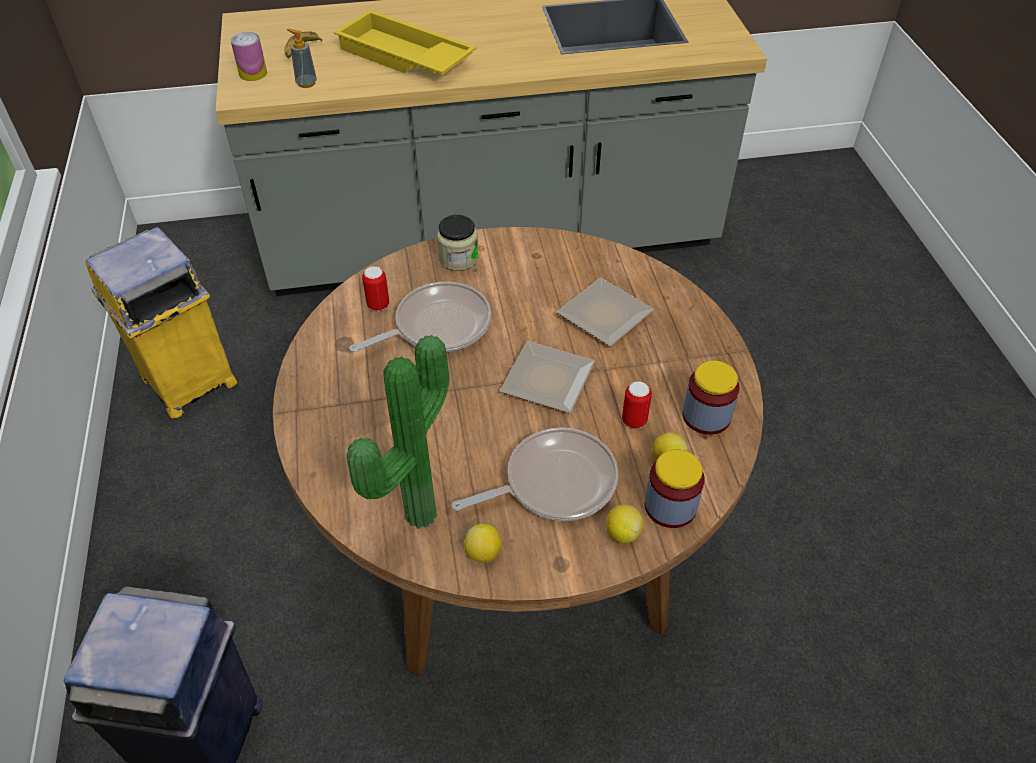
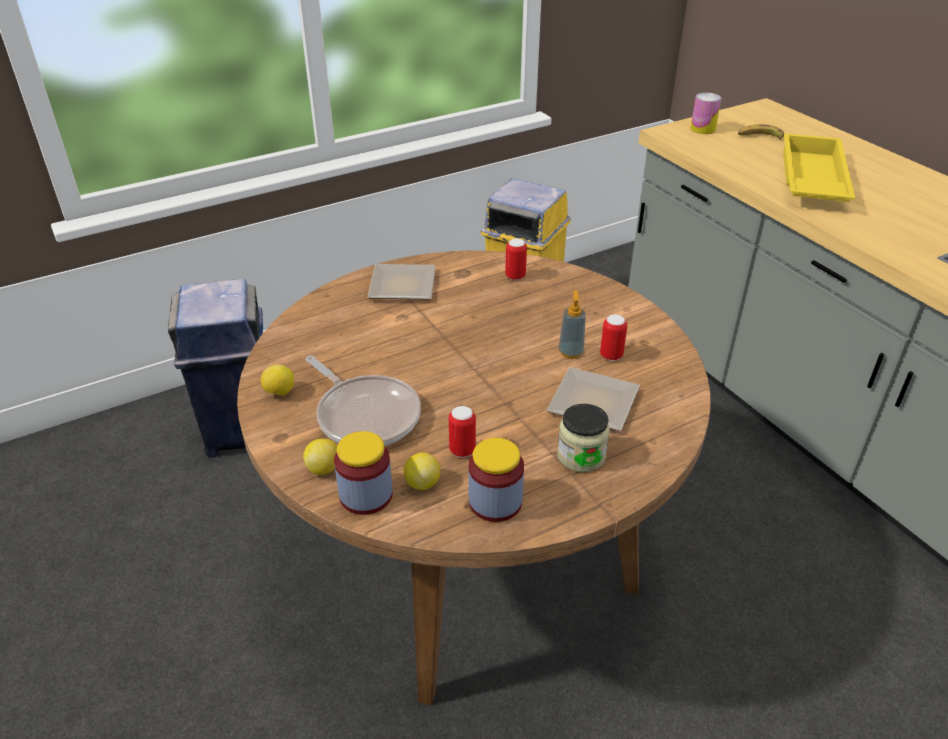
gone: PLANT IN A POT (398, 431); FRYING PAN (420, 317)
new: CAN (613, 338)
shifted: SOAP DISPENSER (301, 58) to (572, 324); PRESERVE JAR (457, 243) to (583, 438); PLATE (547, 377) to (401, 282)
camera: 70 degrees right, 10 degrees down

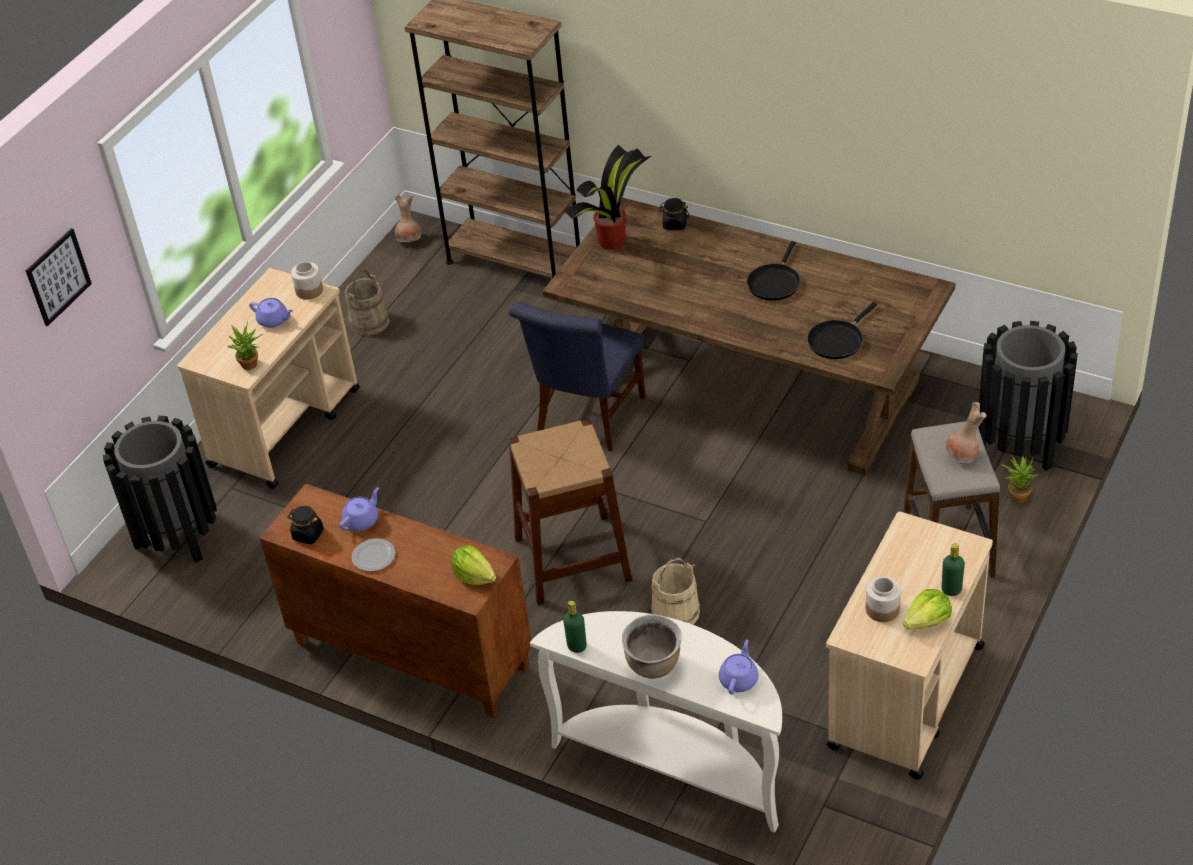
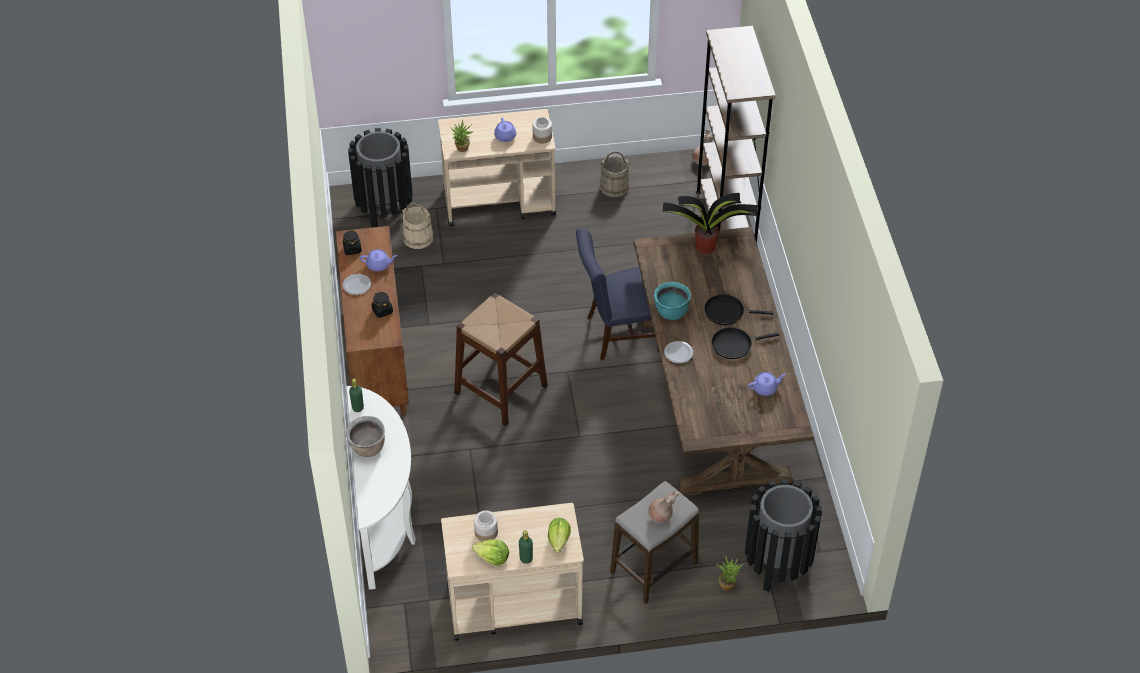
gone: WALL PICTURE (59, 277)
new: BLUE-GREEN STOCKPOT (672, 301); PLATE (678, 352)
shifted: LETTUCE (473, 565) to (559, 535); SAND-COLOURED BUCKET (675, 591) to (417, 226); BLACKISH PRESERVE JAR (674, 214) to (382, 305); PURPLE-COLOURED TEA POT (739, 666) to (767, 384); BLACKISH FRYING PAN (842, 330) to (738, 309)
camera: 50 degrees right, 5 degrees up

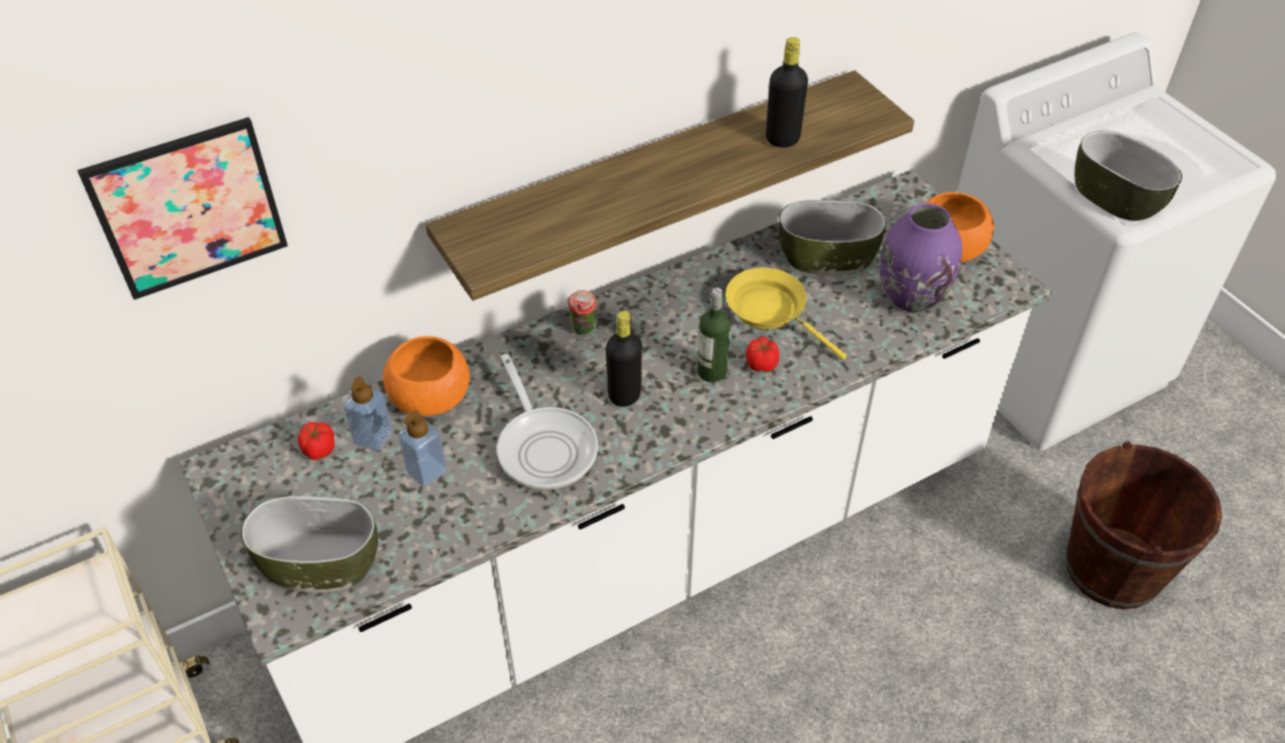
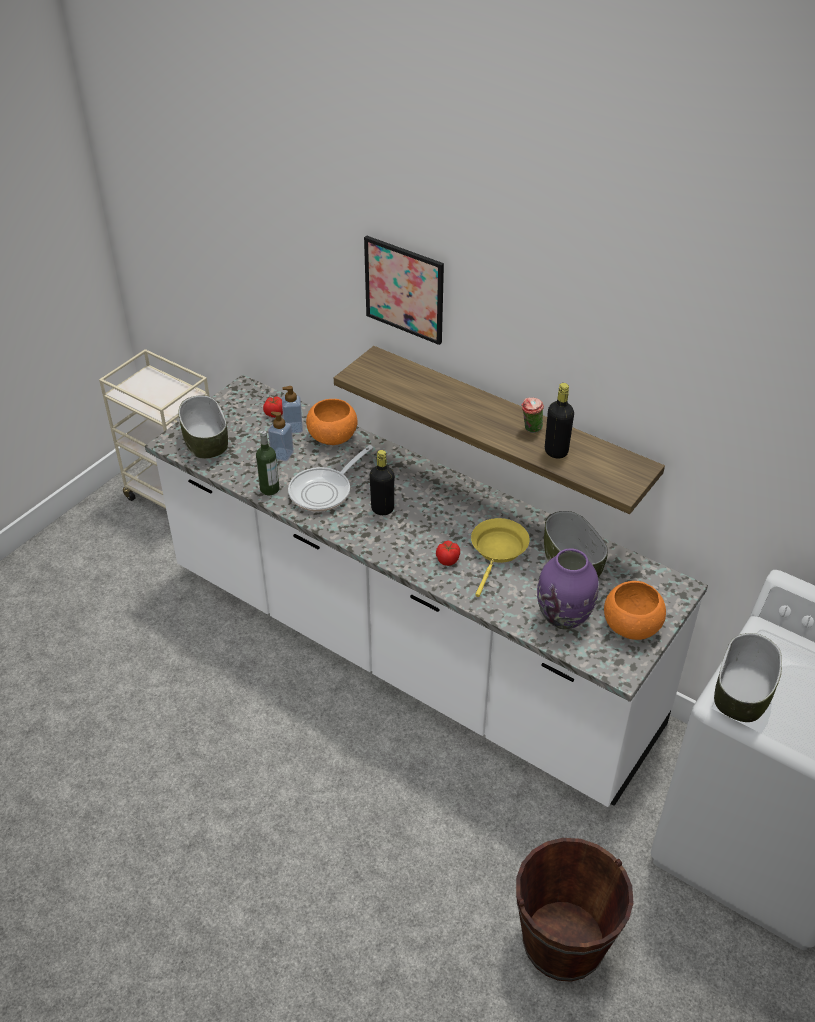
shifted: WALL PICTURE (182, 208) to (404, 290); DRINKING CUP (582, 312) to (532, 415); BOTTLE (714, 335) to (267, 462)
camera: 65 degrees right, 5 degrees down

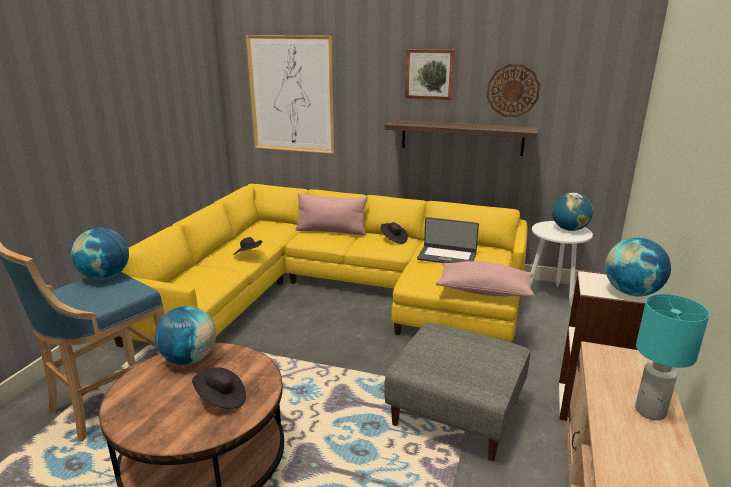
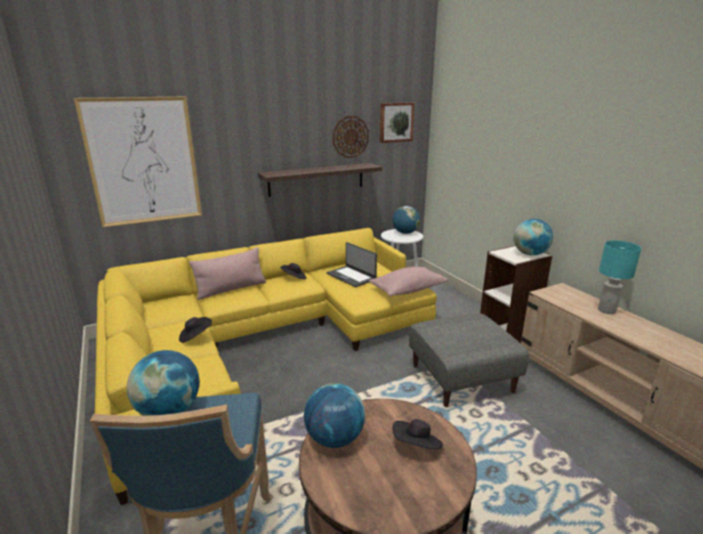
shifted: WALL PICTURE (430, 74) to (397, 122)
rotated: PORTABLE COMPUTER (448, 240) = (352, 264) 75 degrees clockwise
camera: 45 degrees left, 0 degrees up

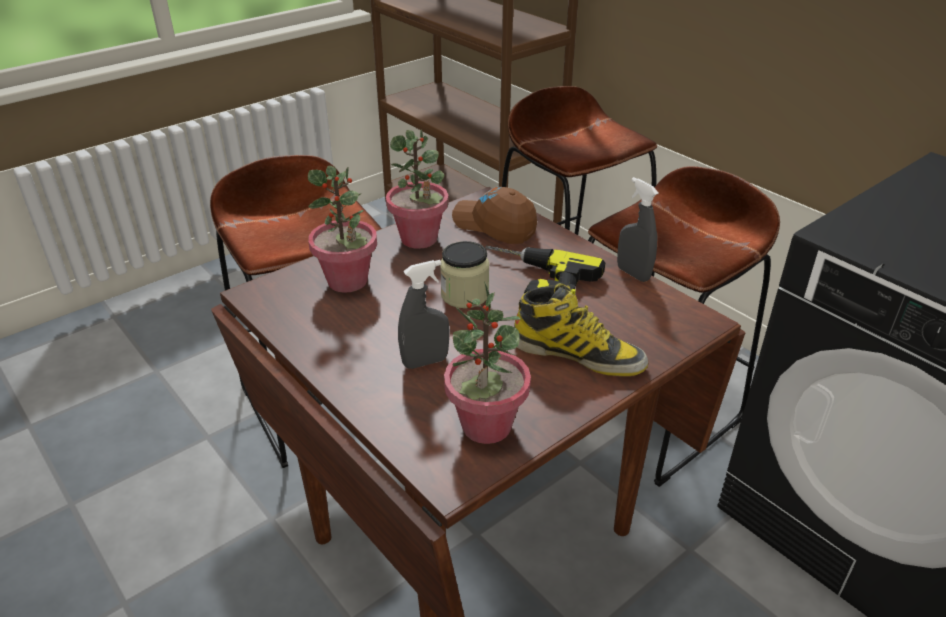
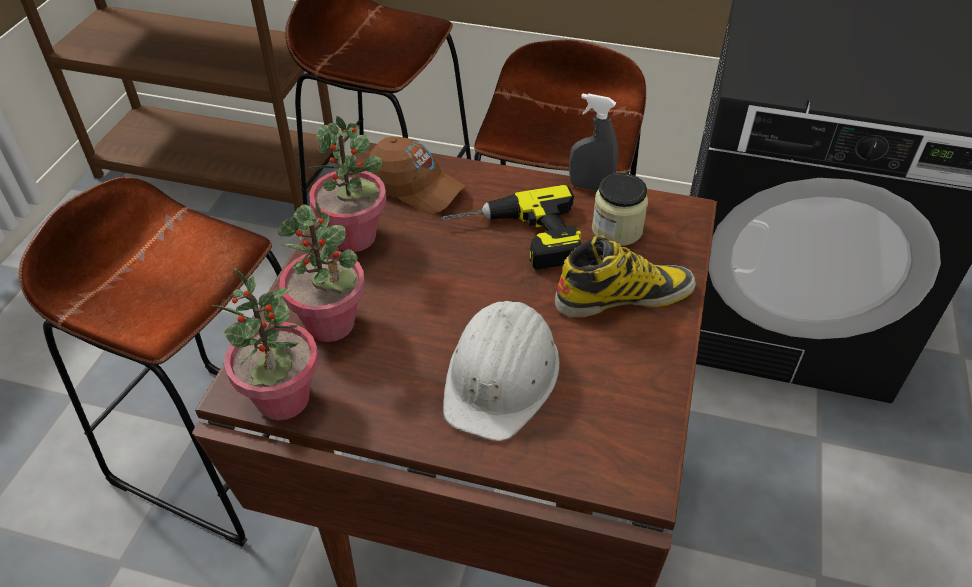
shifted: PRESERVE JAR (464, 274) to (620, 209); PLANT IN A POT (487, 362) to (265, 344)
swapped: GREYISH SPRAY BOTTLE (424, 314) to WHITISH WORK HELMET (501, 371)
rotated: BROWN-COLOURED BASEBALL CAP (494, 215) = (417, 175) 150 degrees counterclockwise
camera: 35 degrees left, 10 degrees up

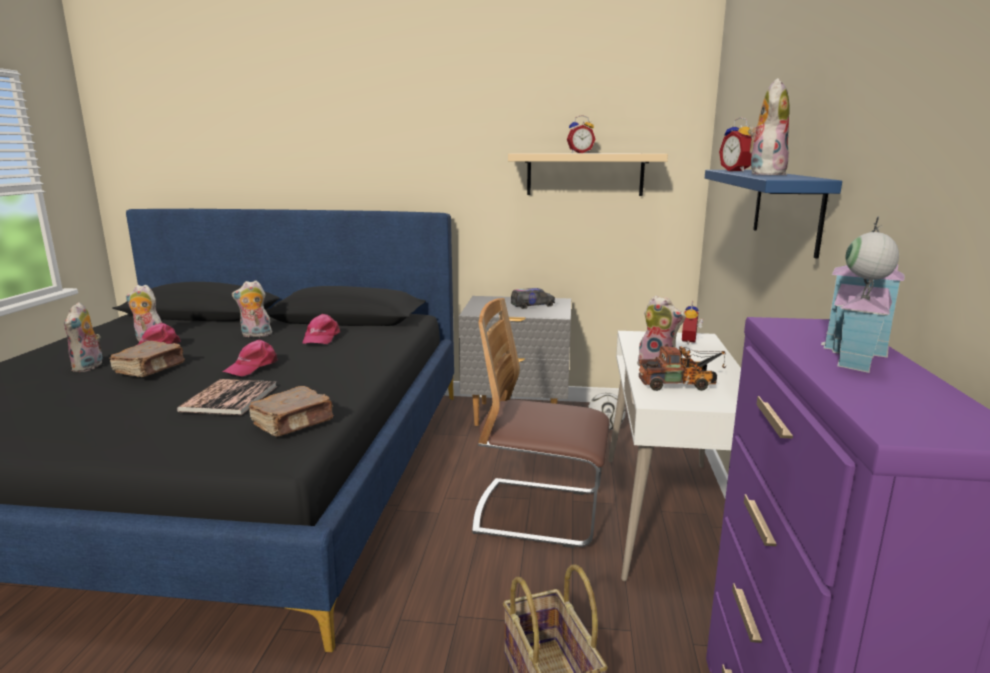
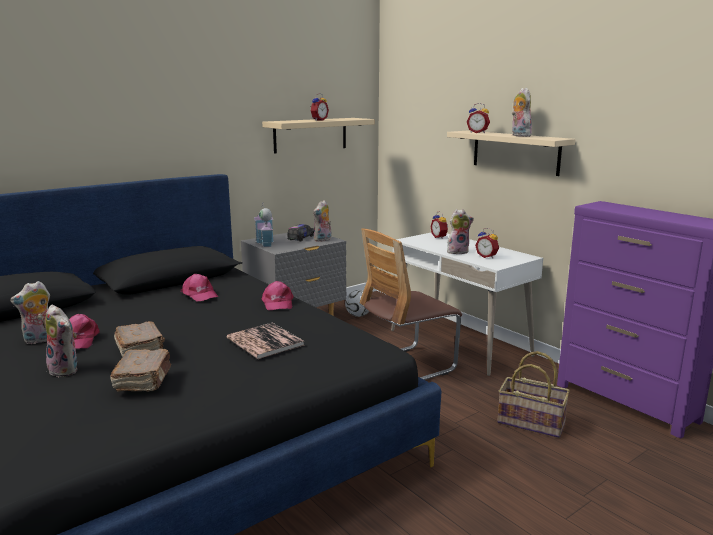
shifted: PINK-COLOURED BASEBALL CAP (250, 357) to (278, 295); CUDDLY TOY (252, 308) to (322, 221); BROWN-COLOURED VOLUME (291, 411) to (140, 370); MODEL HOUSE (863, 295) to (264, 225)
swapped: TOY TRUCK (682, 368) to ALARM CLOCK (487, 243)
repainted: BLUISH SHELF (773, 214) to SAND-COLOURED SHELF (511, 153)
camera: 45 degrees left, 0 degrees up

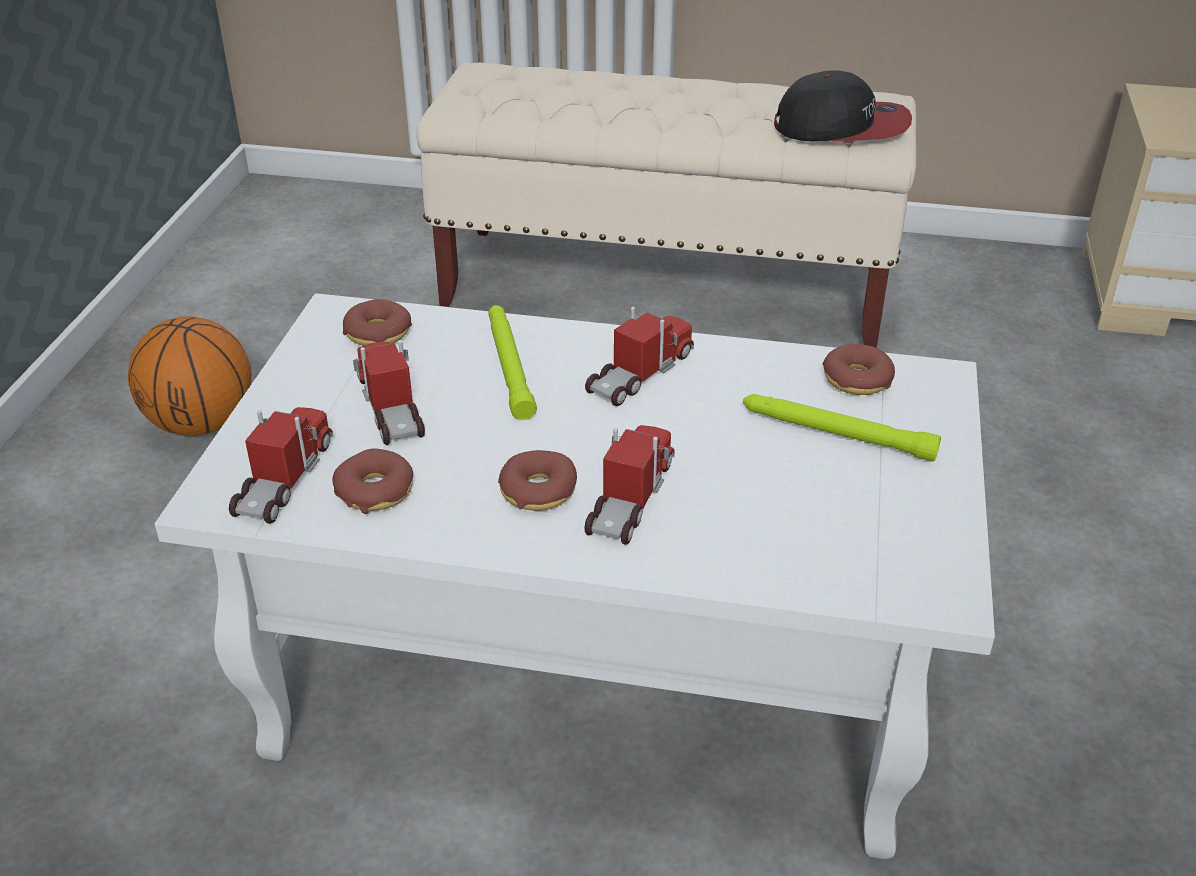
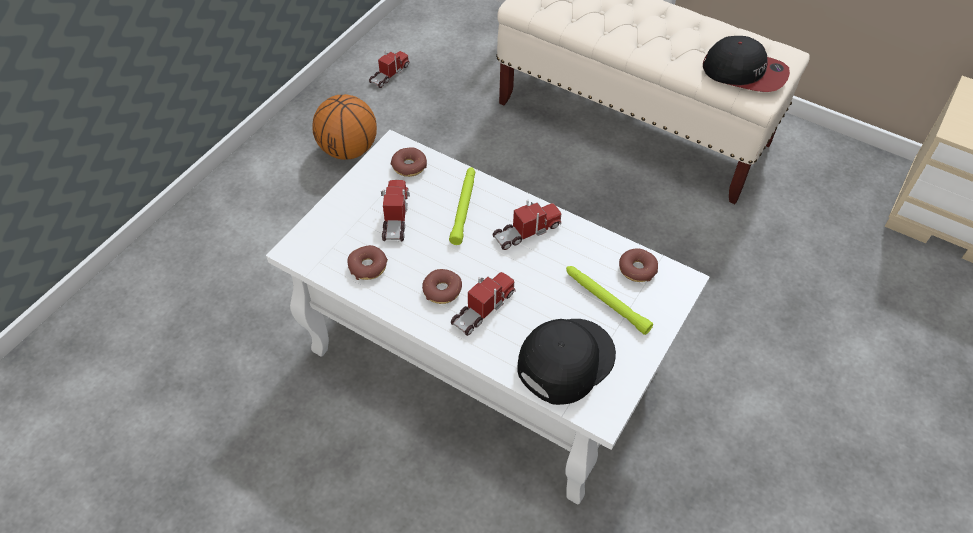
new: BLACKISH BASEBALL CAP (567, 362)
shifted: TOY TRUCK (281, 465) to (389, 69)
camera: 20 degrees right, 15 degrees up

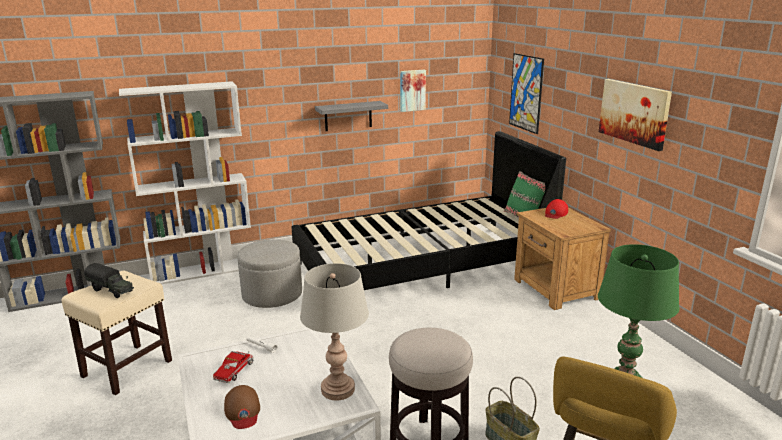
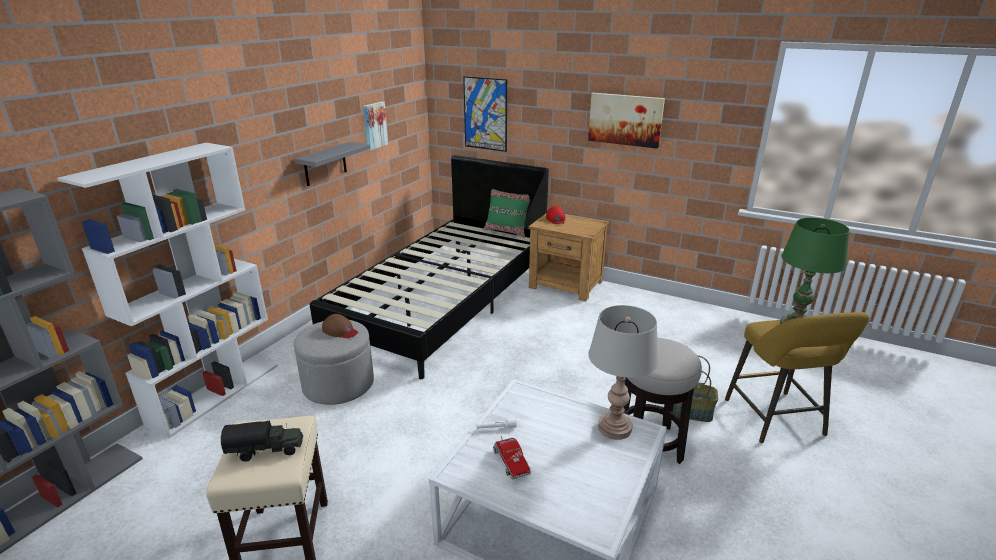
shifted: BROWN-COLOURED BASEBALL CAP (242, 407) to (340, 326)
camera: 40 degrees left, 5 degrees up

